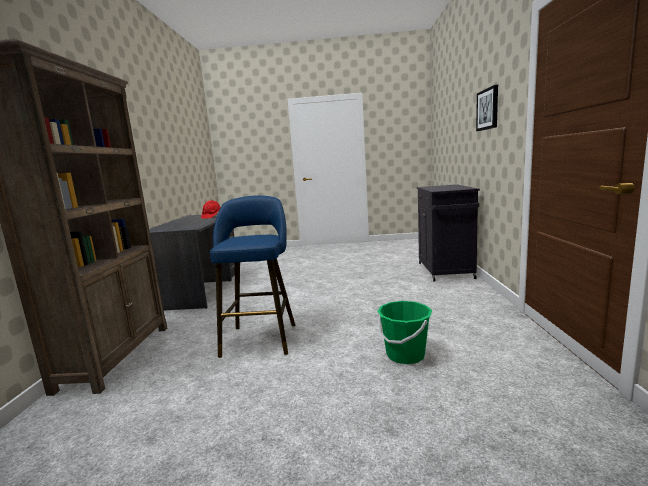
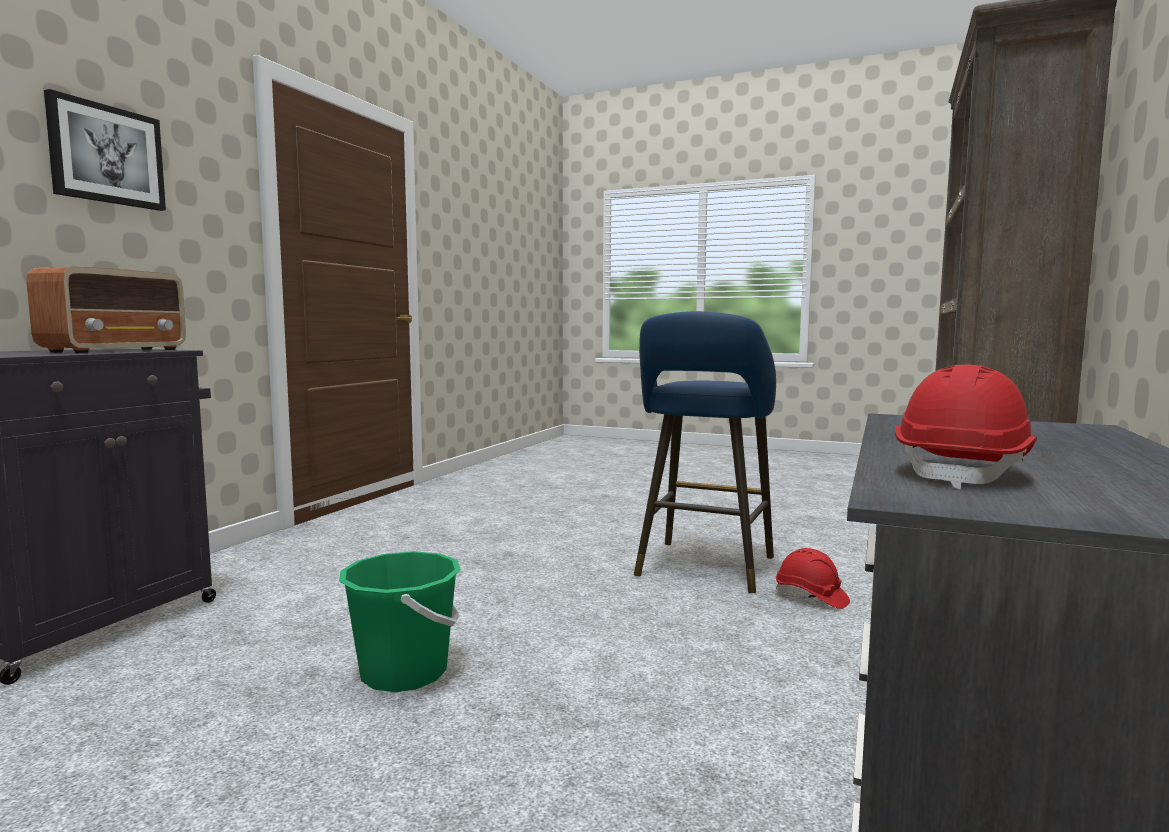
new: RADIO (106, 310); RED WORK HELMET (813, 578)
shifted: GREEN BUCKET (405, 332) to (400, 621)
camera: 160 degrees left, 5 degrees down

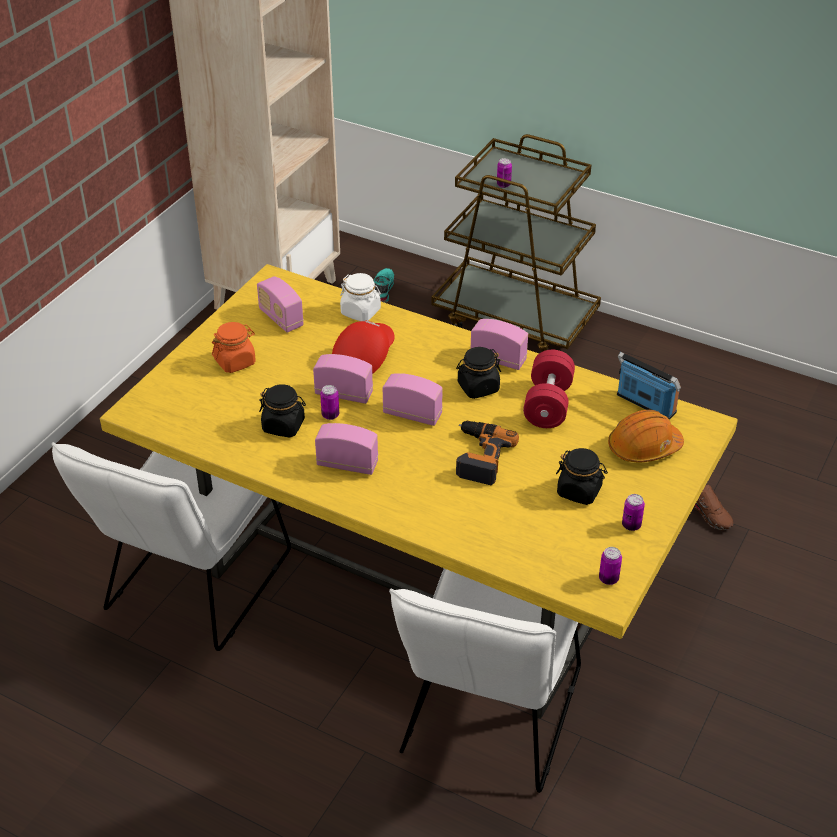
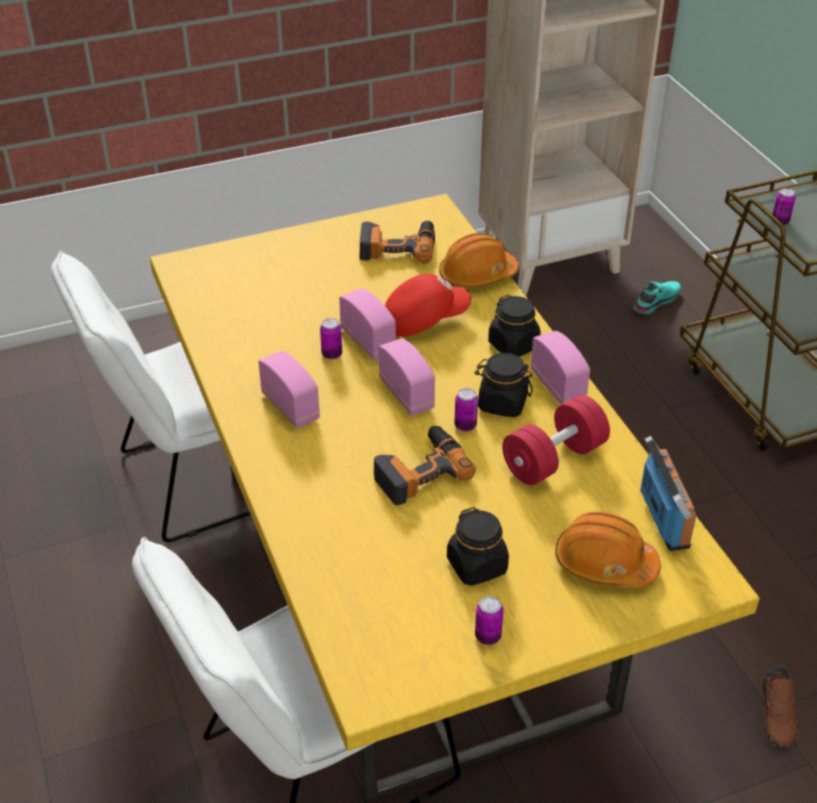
gone: ORANGE PRESERVE JAR (234, 347)
shifted: BLACKISH PRESERVE JAR (282, 410) to (514, 326); CAN (610, 566) to (466, 409)
swapped: RADIO (280, 304) to POWER DRILL (397, 242); WHITISH PRESERVE JAR (360, 297) to ORANGE WORK HELMET (479, 260)
camera: 40 degrees right, 0 degrees up

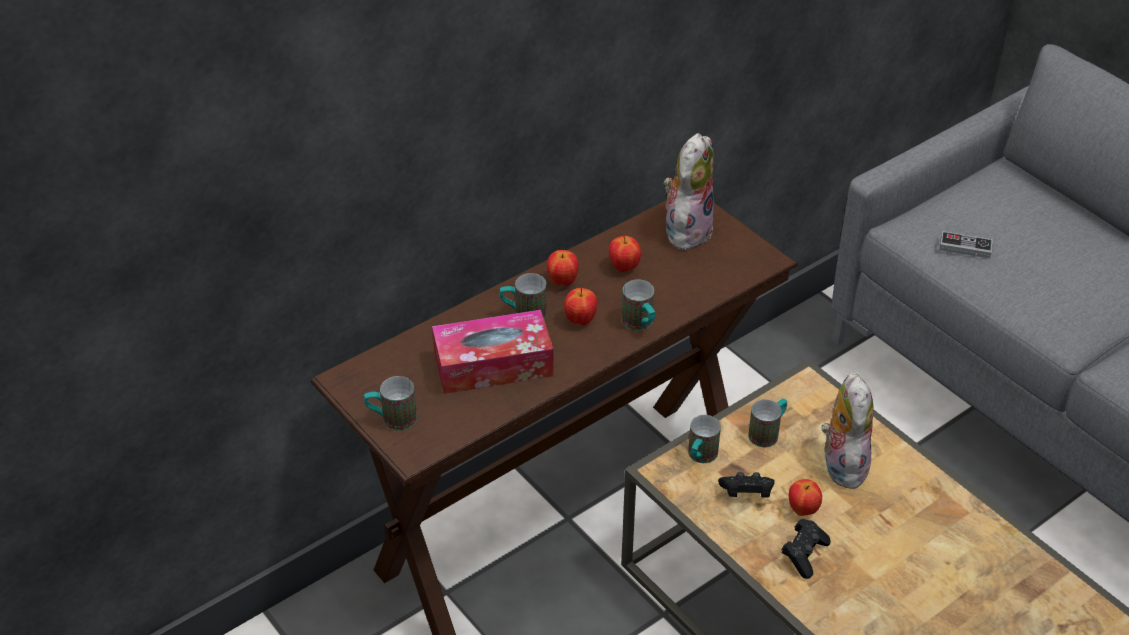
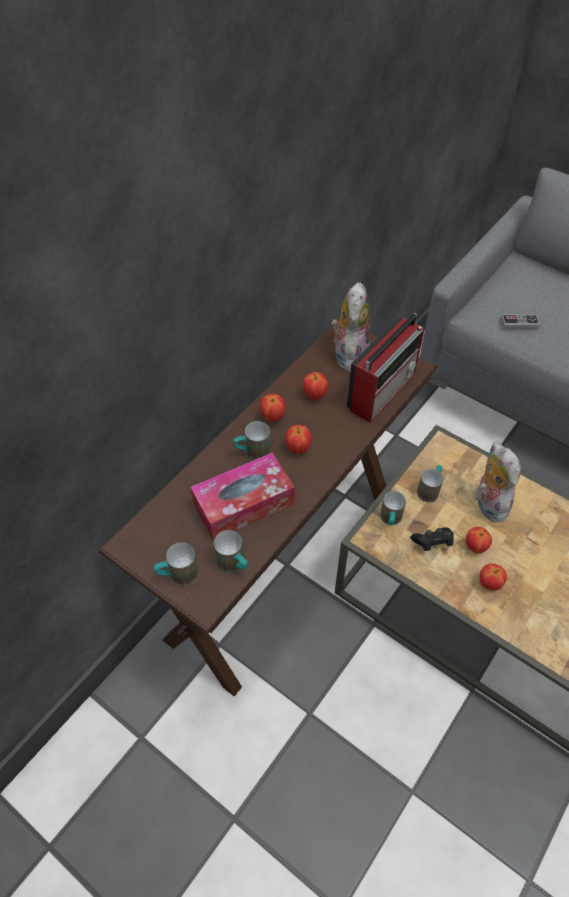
new: RADIO (386, 368)
shifted: TEA MUG (638, 305) to (231, 551)
swapped: BLACKISH GAMEPAD (806, 549) to APPLE FRUIT (493, 577)
camera: 15 degrees left, 10 degrees up

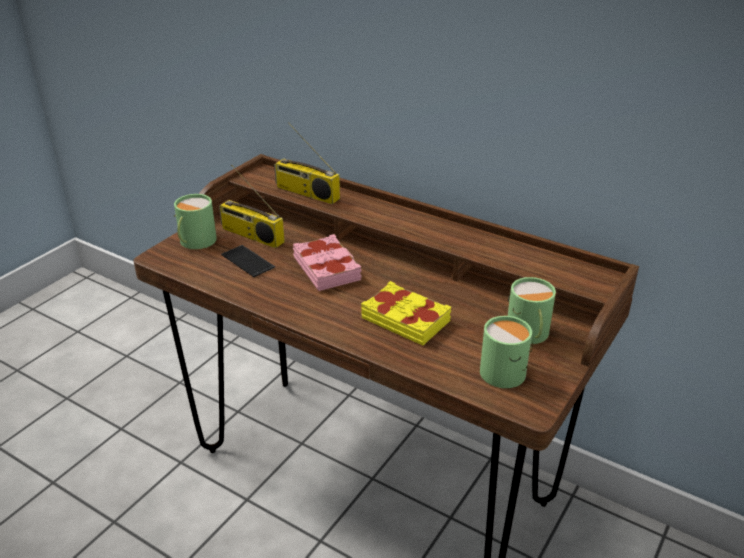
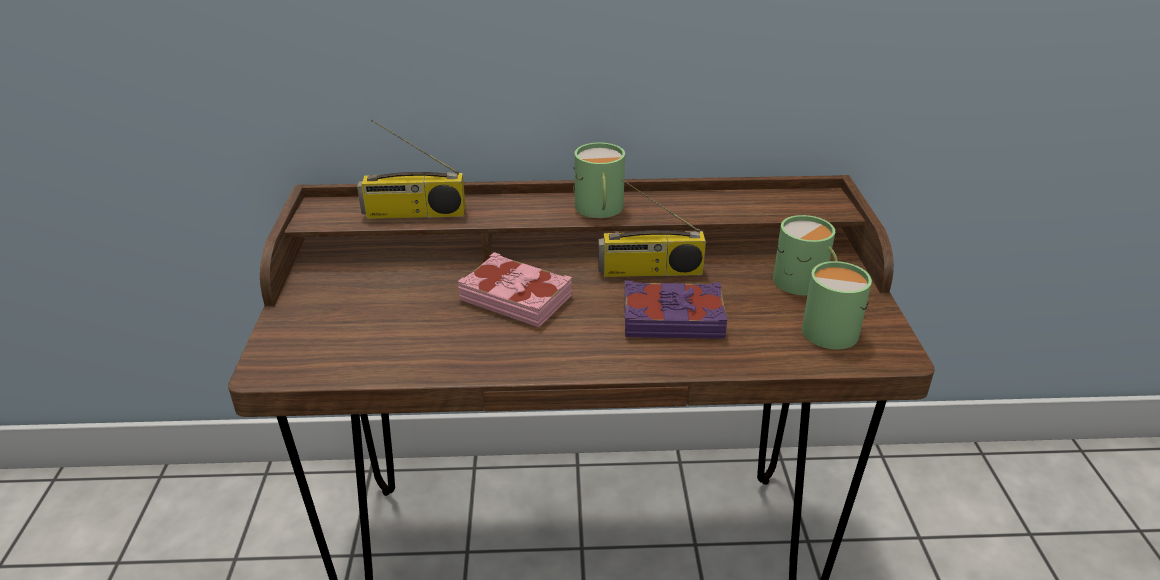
gone: TELEPHONE (248, 261)
shifted: GREEN TEA MUG (195, 222) to (599, 180); RADIO (252, 206) to (652, 228)
repainted: YELLOWISH VOLUME (406, 313) to PURPLE-COLOURED VOLUME (675, 310)
camera: 35 degrees left, 0 degrees up

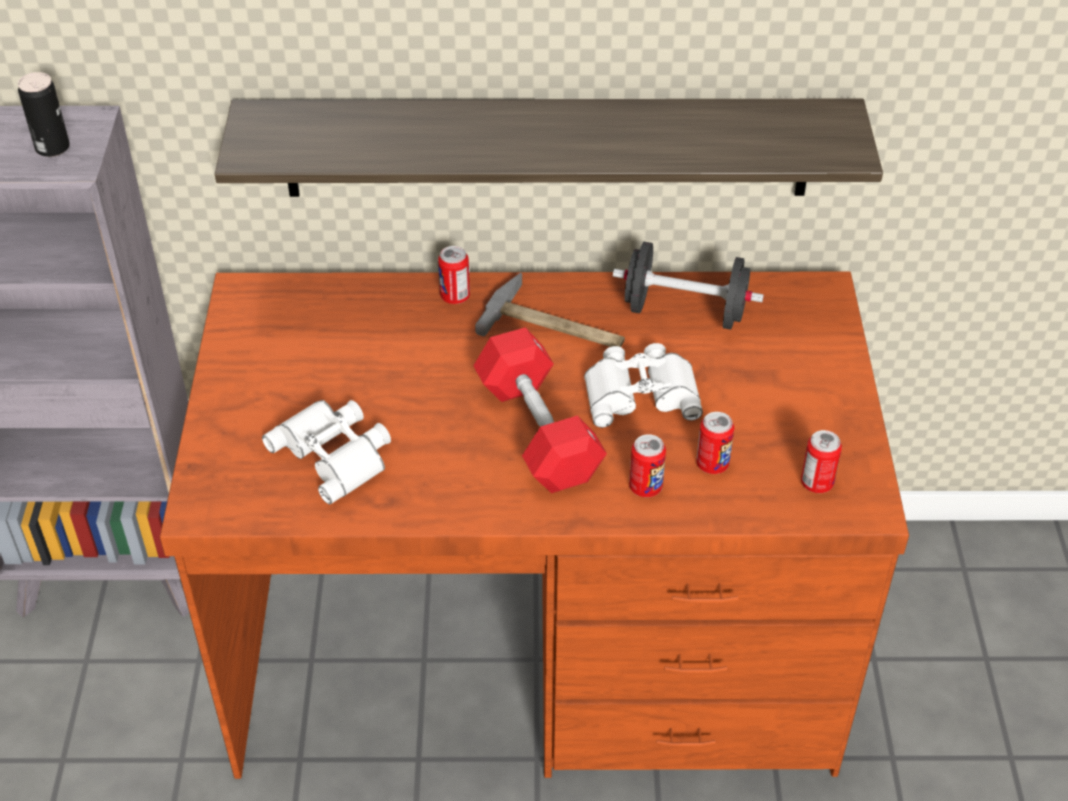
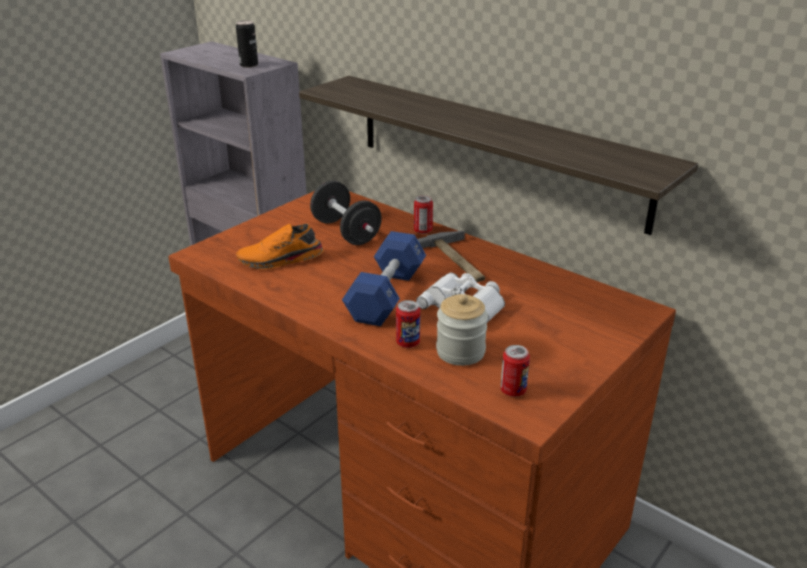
shifted: BLACKISH DUMBBELL (688, 286) to (346, 213)
swapped: WHITISH BINOCULARS (326, 452) to ORANGE LOW SHOE (280, 246); CAN (715, 443) to PRESERVE JAR (462, 330)
repainted: RED DUMBBELL (540, 410) to BLUISH DUMBBELL (384, 278)
camera: 40 degrees right, 15 degrees down

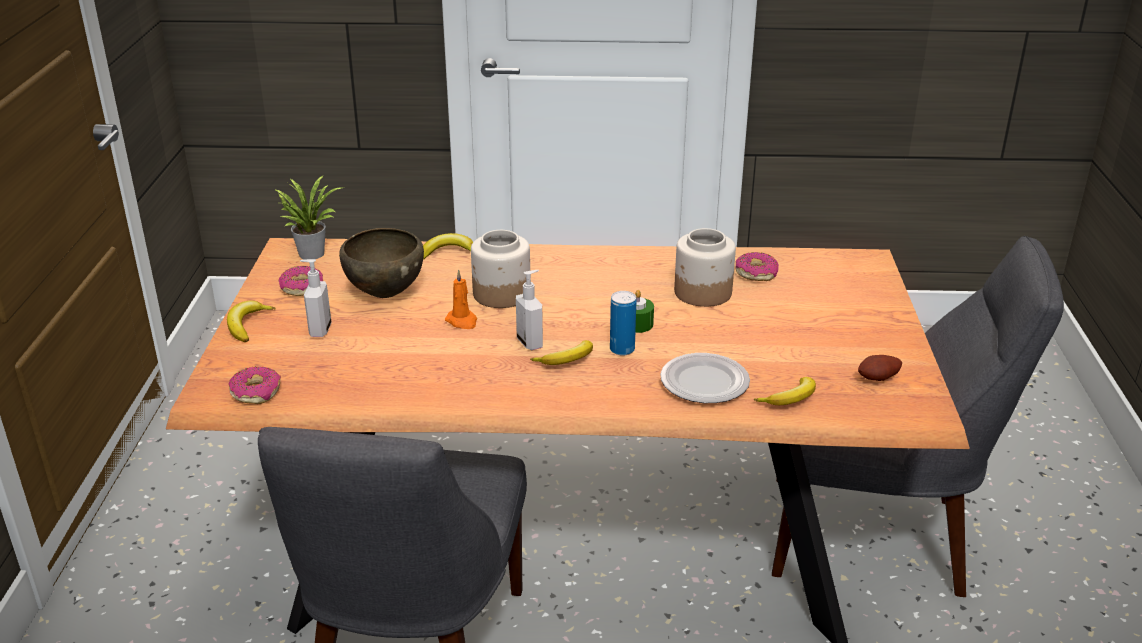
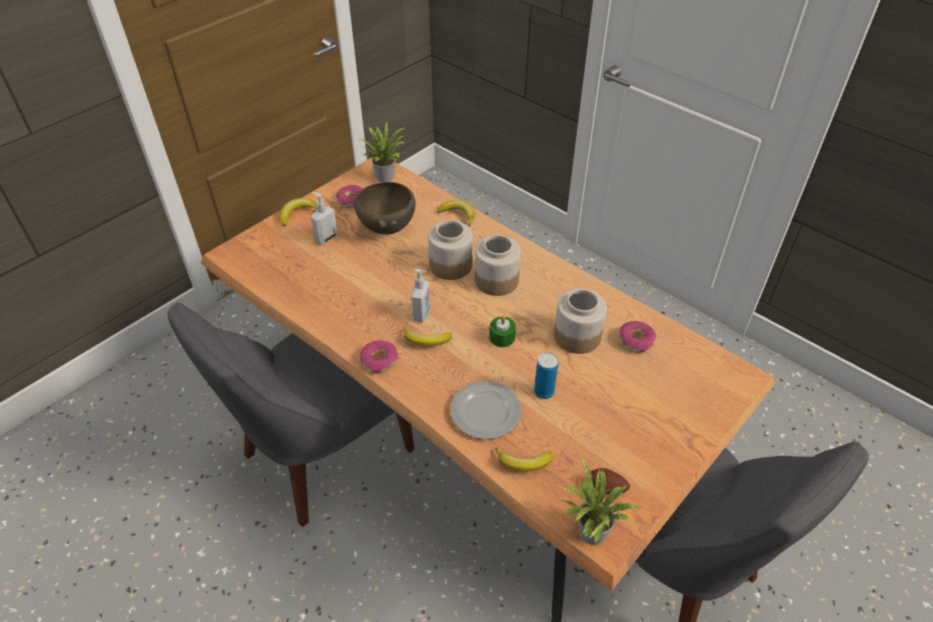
gone: ORANGE WAX CANDLE (461, 299)
new: PRESERVE JAR (498, 265); PLANT IN A POT (600, 501)
shifted: RING DOUGHNUT (255, 385) to (379, 356); CAN (623, 323) to (546, 375)
camera: 40 degrees right, 15 degrees up

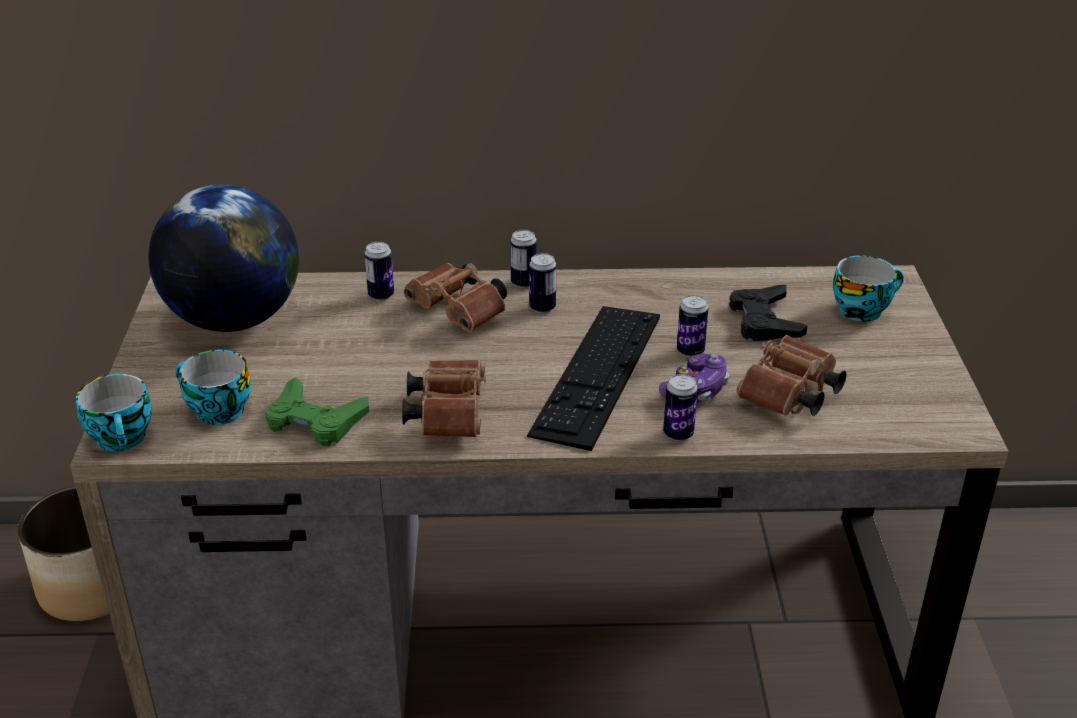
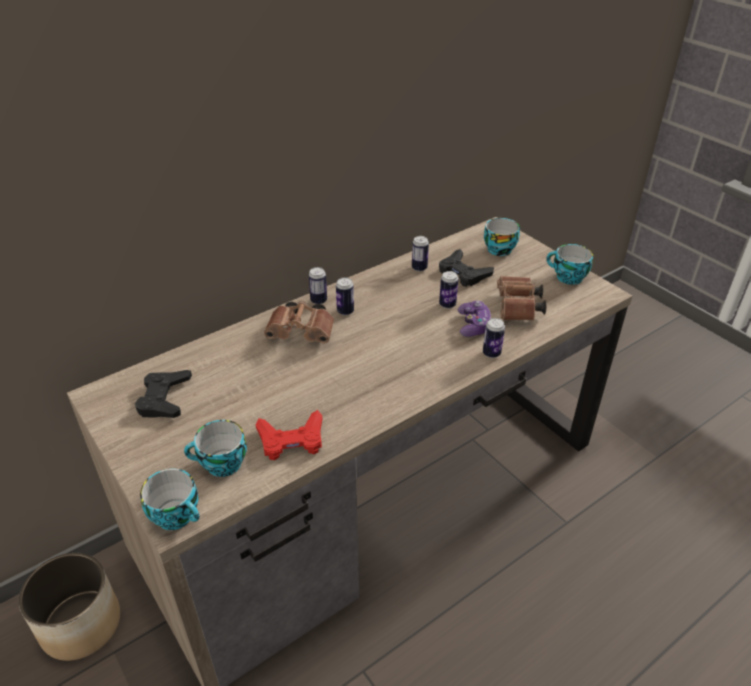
gone: BROWN-COLOURED BINOCULARS (444, 398); COMPUTER KEYBOARD (593, 378)
new: DRINKING CUP (569, 264)
shifted: CAN (379, 271) to (420, 254)
swapped: GLOBE (224, 258) to BLACKISH GAMEPAD (163, 394)
repainted: GREEN GAMEPAD (317, 411) to RED GAMEPAD (289, 435)
camera: 35 degrees left, 5 degrees up

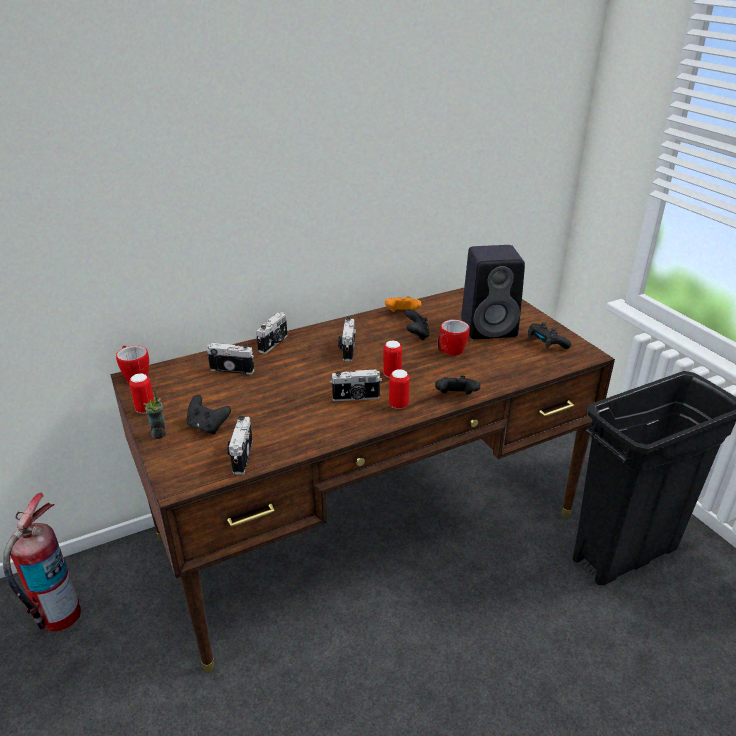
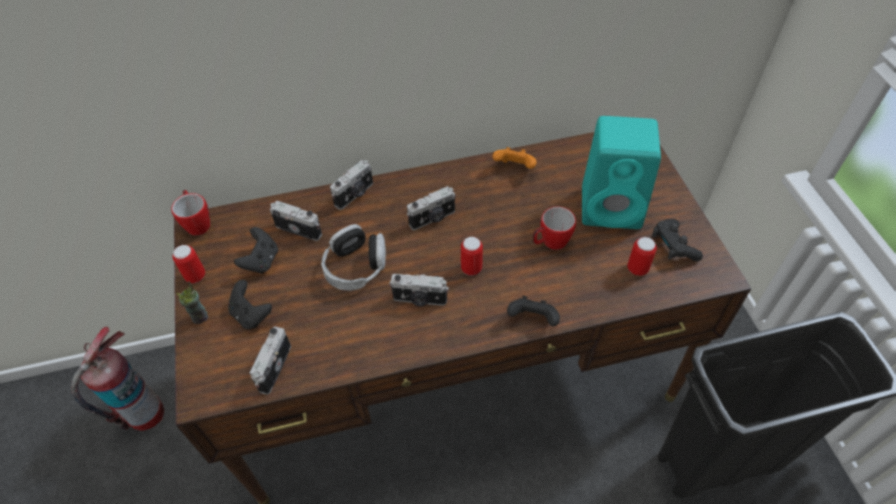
new: PAIR OF HEADPHONES (353, 257)
shifted: CAN (399, 389) to (642, 256); BLACKISH GAMEPAD (417, 325) to (256, 250)
repainted: BLACKISH LOUDSPEAKER (493, 292) to BLUE-GREEN LOUDSPEAKER (621, 172)
rotated: STILL CAMERA (347, 339) = (431, 208) 135 degrees counterclockwise
camera: 15 degrees right, 20 degrees up

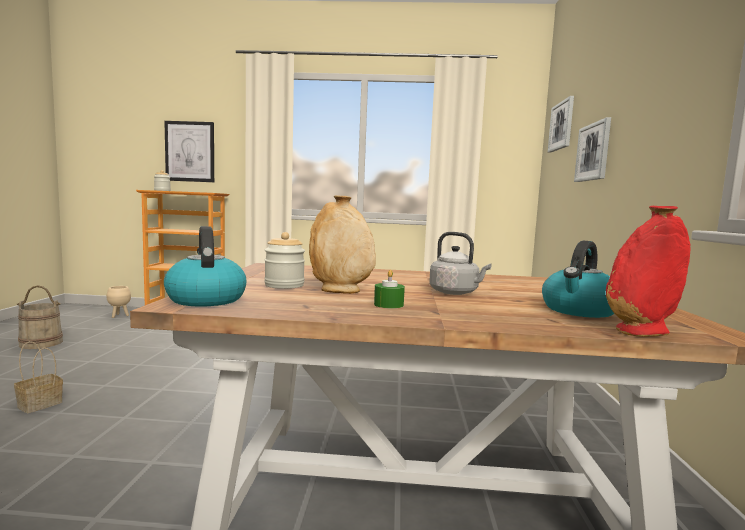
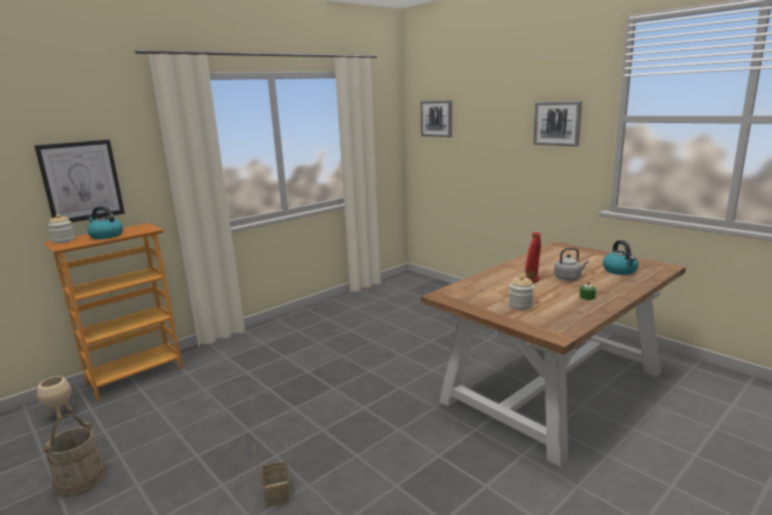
gone: SAND-COLOURED FLOWER VASE (342, 244)
shifted: WATER KETTLE (205, 266) to (105, 222); WALL PICTURE (592, 149) to (557, 124); RED FLOWER VASE (648, 271) to (533, 257)
camera: 45 degrees left, 10 degrees up

